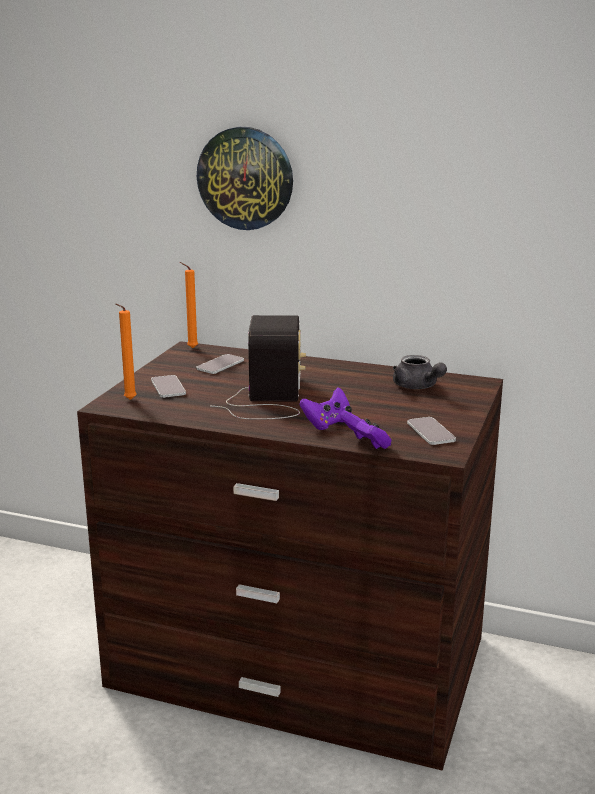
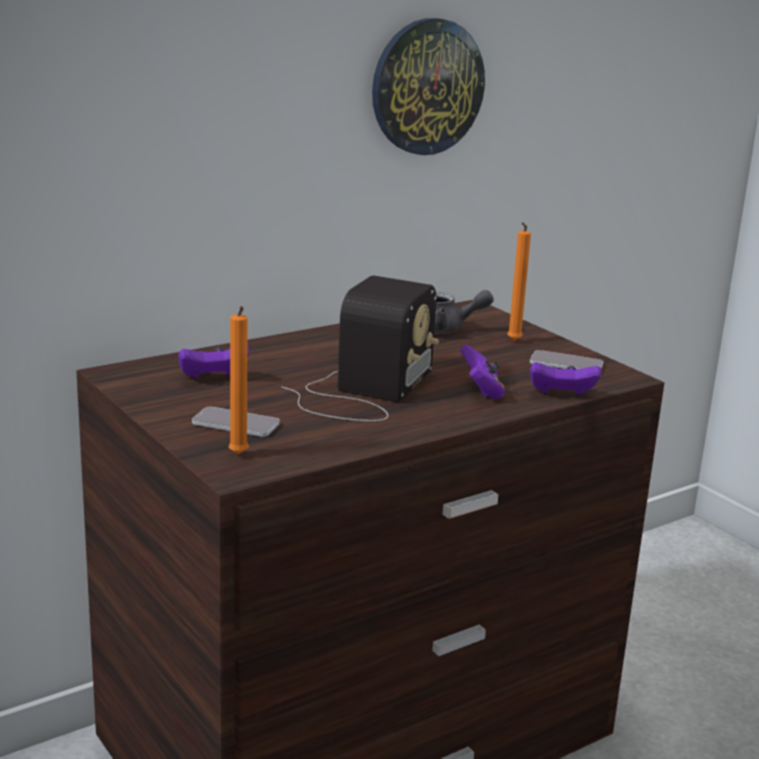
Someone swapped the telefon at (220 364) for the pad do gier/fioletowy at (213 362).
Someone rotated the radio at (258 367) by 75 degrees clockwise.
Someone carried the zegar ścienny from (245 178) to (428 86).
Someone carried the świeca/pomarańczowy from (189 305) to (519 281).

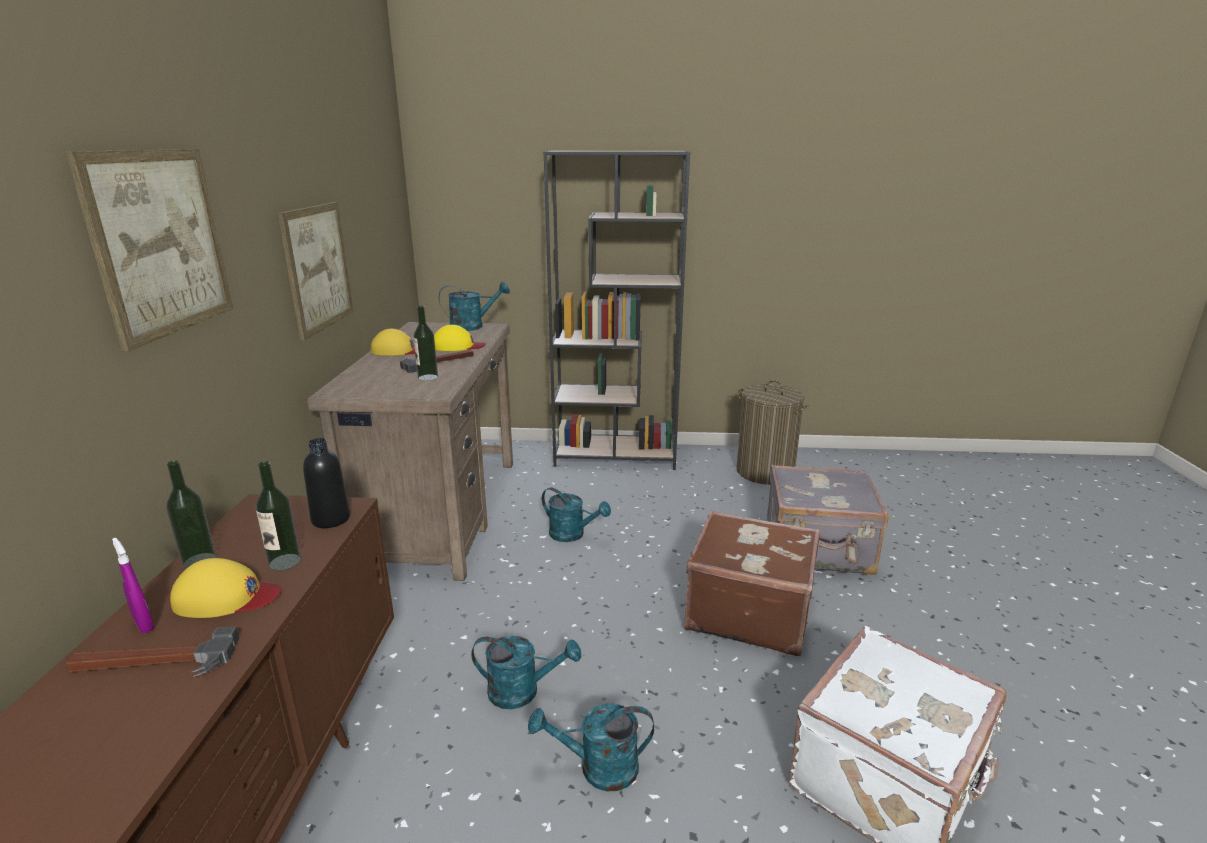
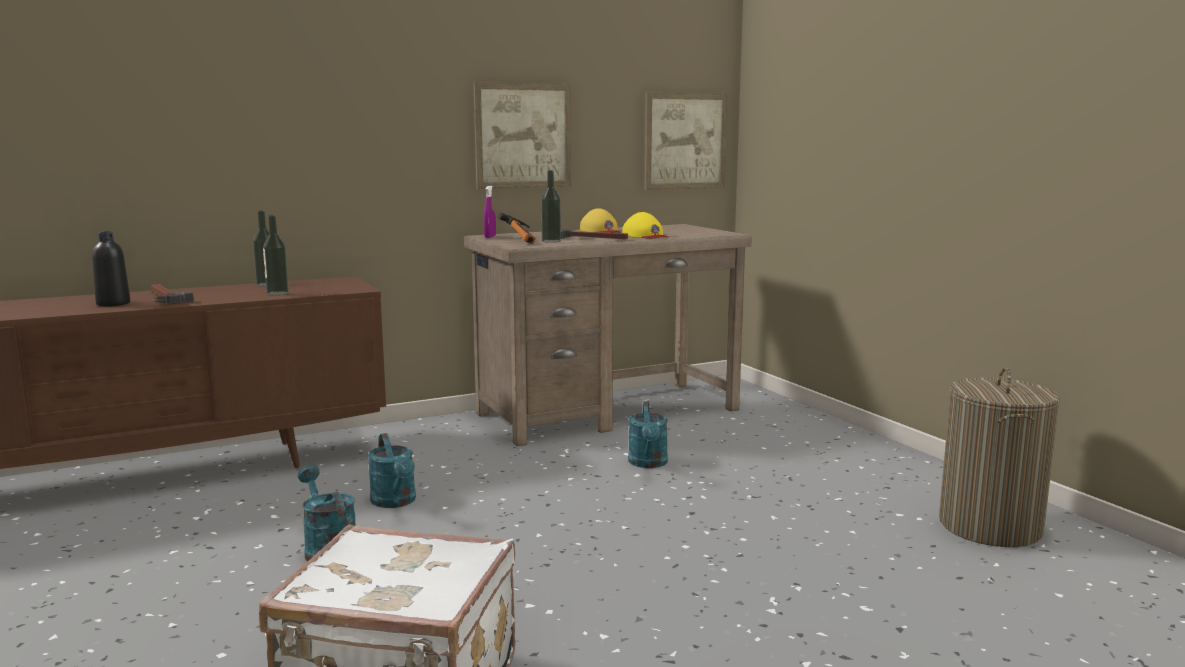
Someone carried the butelka/czarny from (326 483) to (111 269).
Someone carried the spryskiwacz/fioletowy from (133 585) to (490 212).
Someone put down the młotek at (517 228).
Someone carried the obraz from (149 250) to (685 141).
Someone took away the czapka z daszkiem/żółty at (226 588).
Someone took away the konewka/turkusowy at (474 306).
Someone took away the regał at (617 310).
Someone took away the walizka/brązowy at (752 583).
Someone took away the walizka/szary at (828 520).

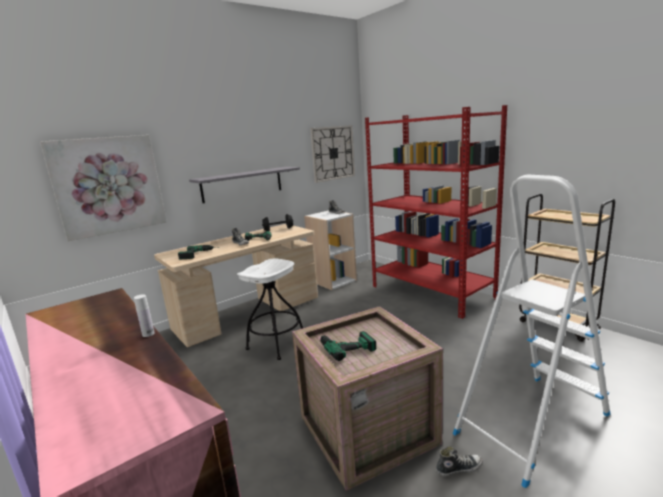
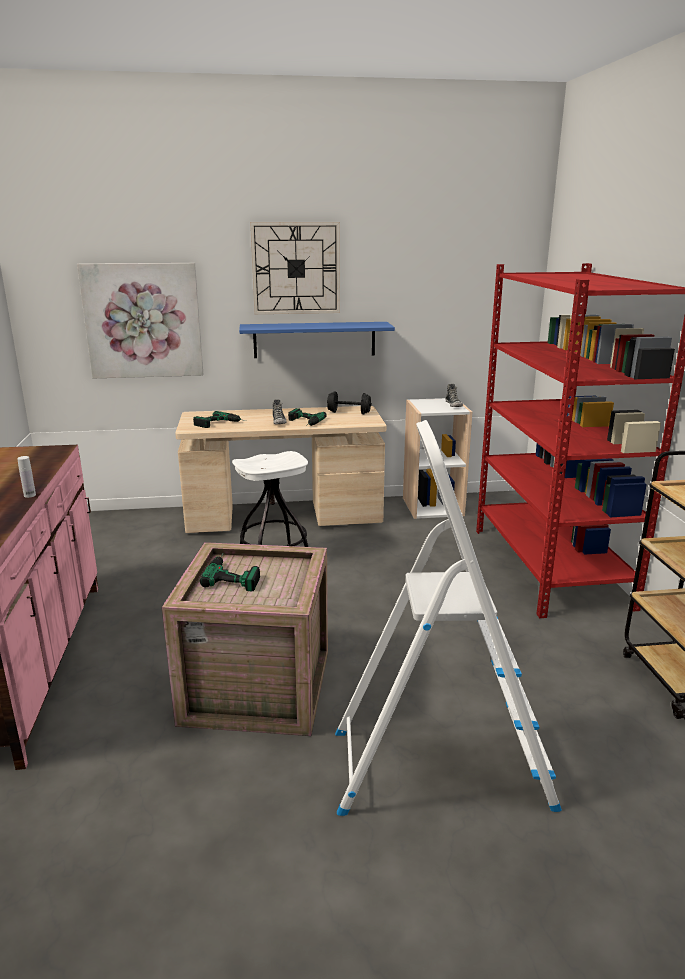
Someone repainted the półka/szary at (244 185), which became the półka/niebieski at (317 340).
Someone carried the zegar ścienny from (332 154) to (295 268).
Someone took away the but at (459 461).

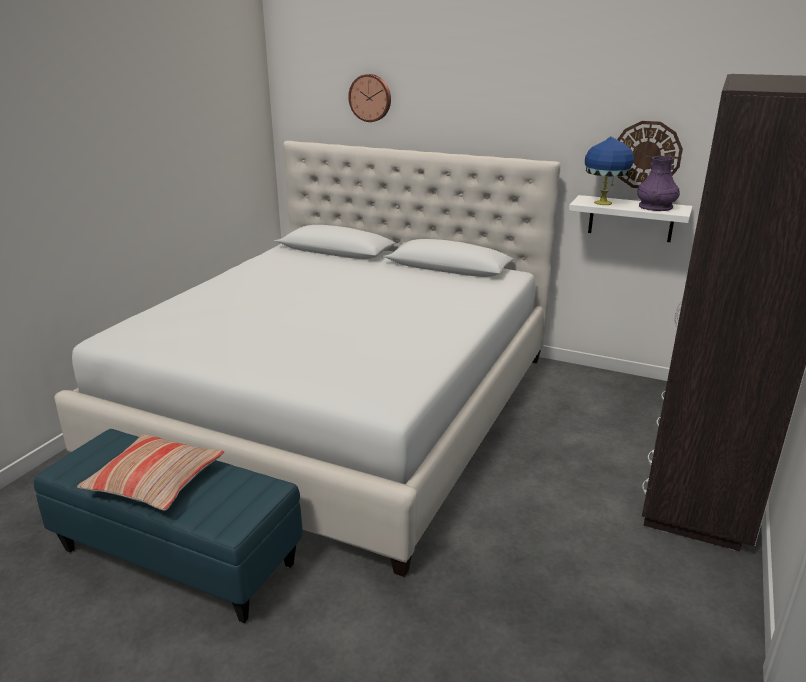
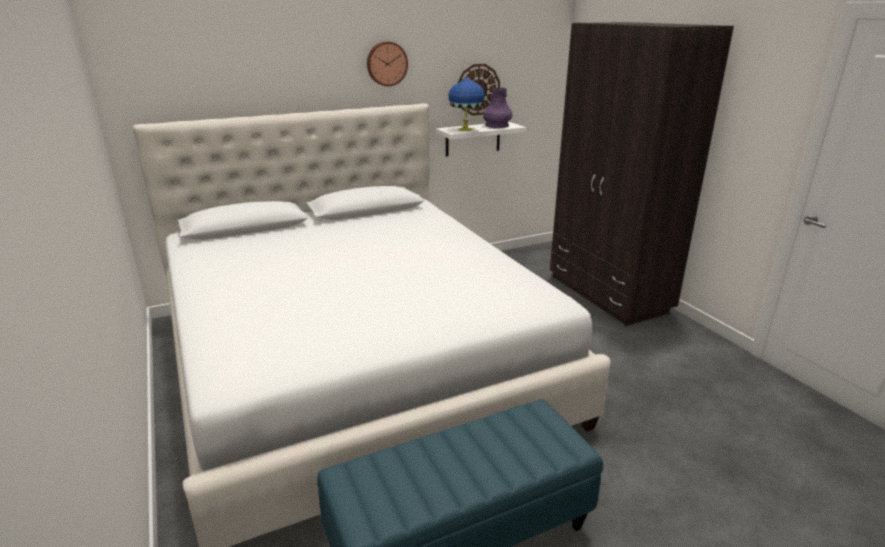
Someone carried the zegar ścienny from (369 98) to (387 63).
Someone took away the poduszka at (150 472).

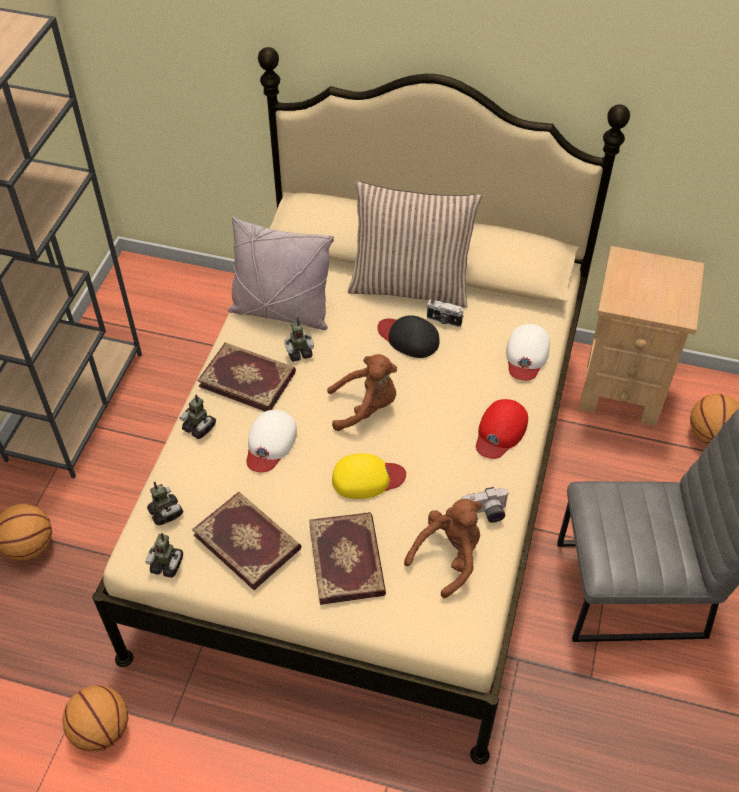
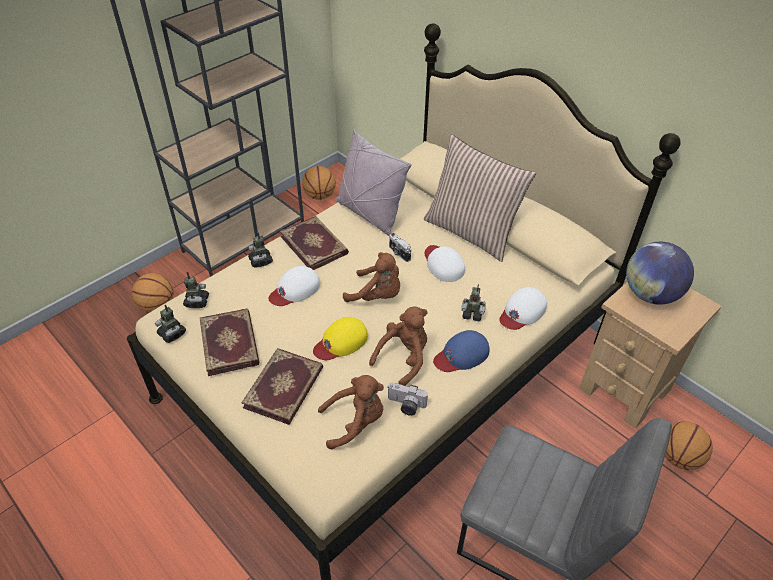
Someone carried the piłka do koszykówki from (95 718) to (319 183).
Someone rotated the czapka z daszkiem/żółty at (369 476) by 120 degrees clockwise.
Someone put down the pluszak/brązowy at (398 346).
Someone carried the aparat fotograficzny from (445 313) to (400 247).
Someone repainted the czapka z daszkiem/czarny at (408 336), which became the czapka z daszkiem/biały at (445 263).
Someone repainted the czapka z daszkiem/czerwony at (502 429), which became the czapka z daszkiem/niebieski at (461 351).
Someone carried the robot zabawkowy from (299 339) to (473 302).
Someone put down the globus at (660 273).

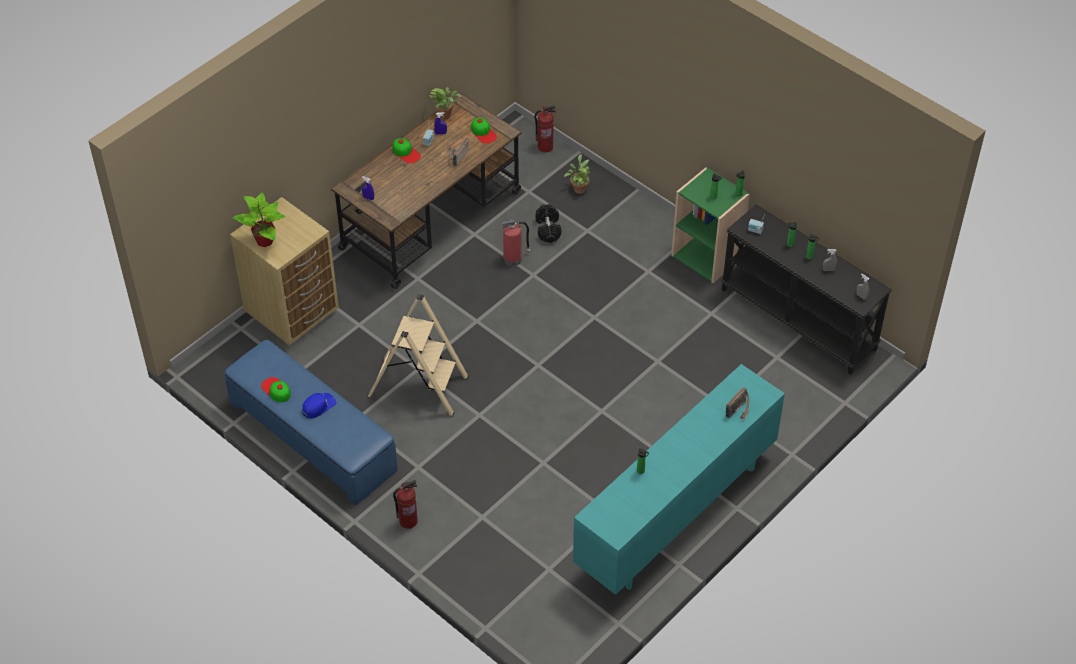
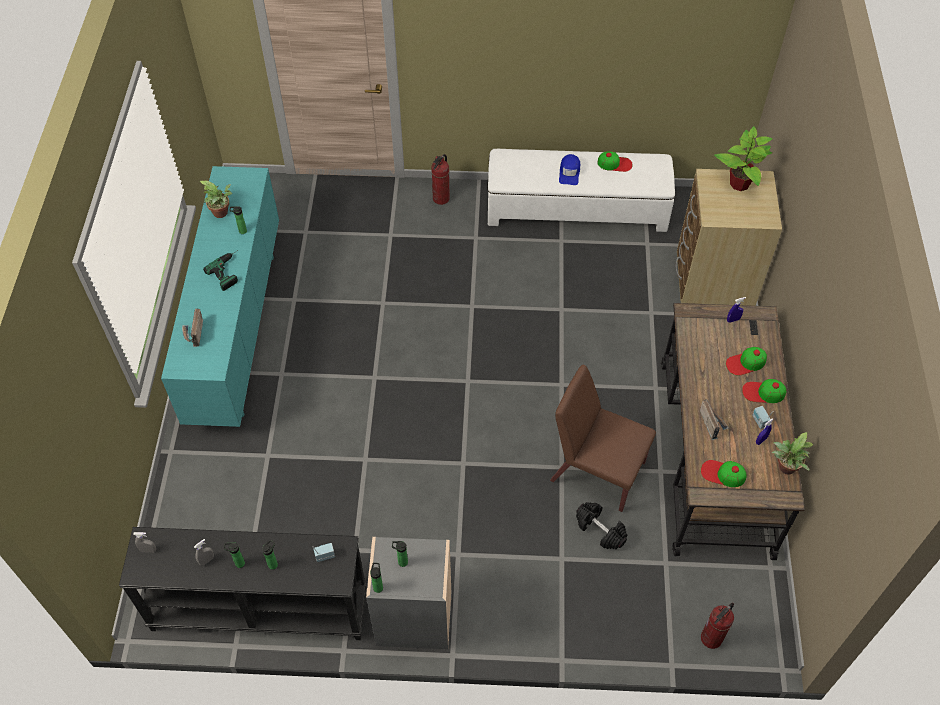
Someone carried the roślina doniczkowa from (577 174) to (215 199).
Someone put down the wiertarka at (220 270).
Someone repainted the regał/zielony at (710 225), which became the regał/szary at (408 593).
Someone repainted the ławka/niebieski at (311 422), which became the ławka/biały at (581 190).
Someone swapped the gaśnica at (515 243) for the krzesło/brązowy at (603 438).
Someone put down the czapka z daszkiem at (746 361).
Someone took away the drabinka/beżowy at (418 355).

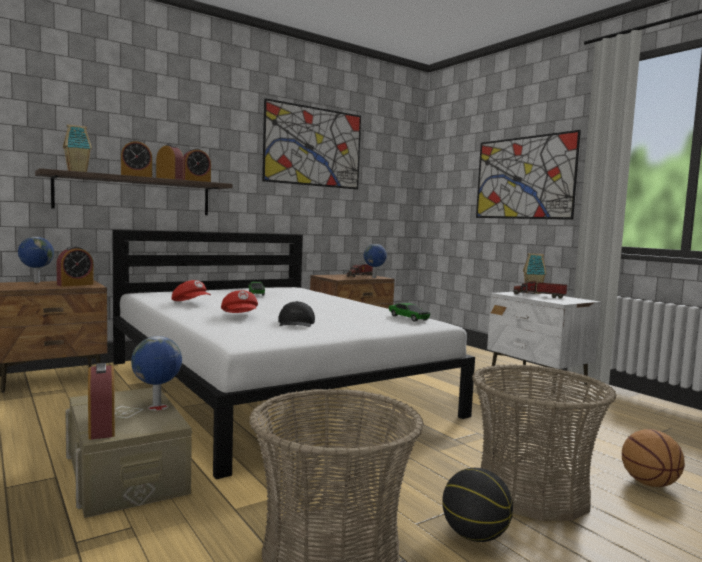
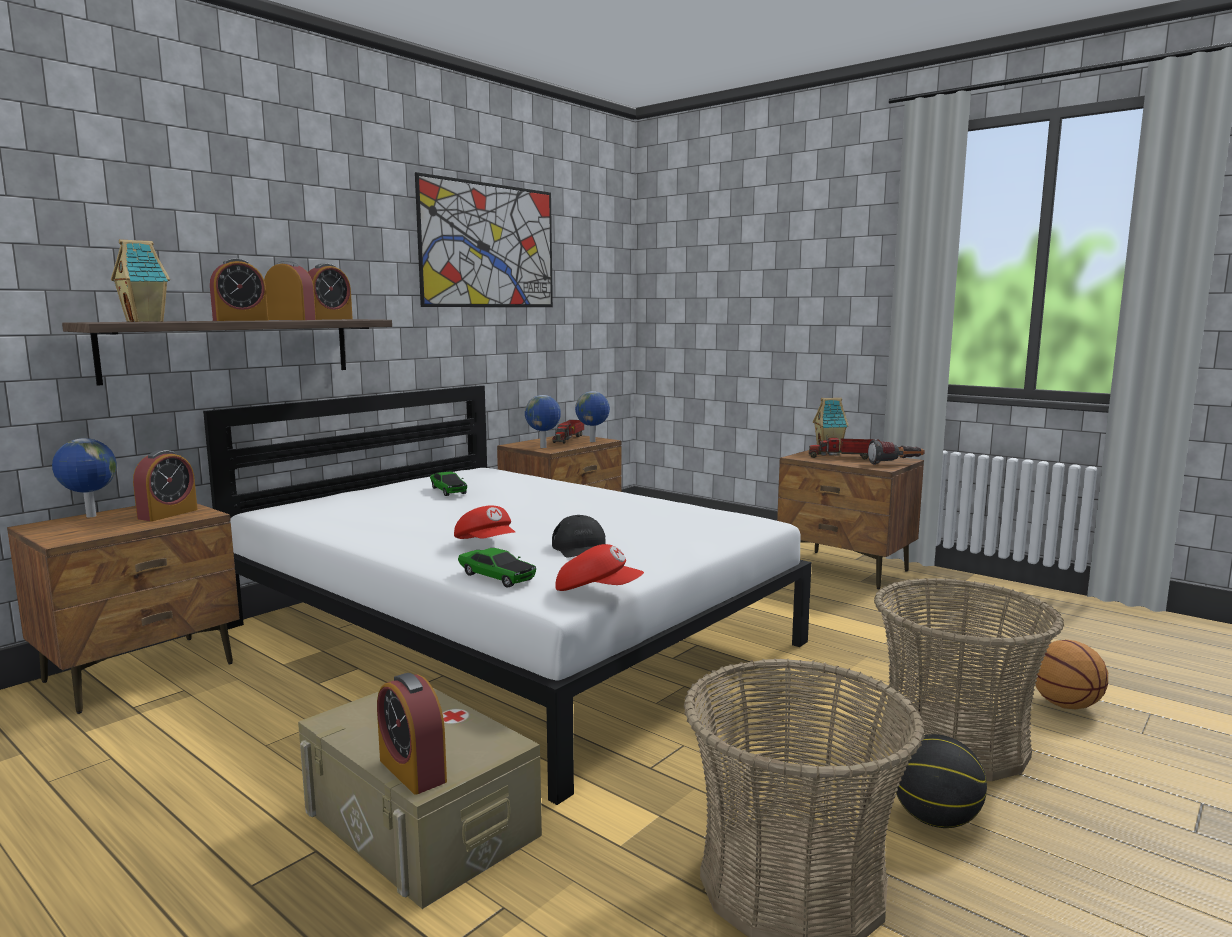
Someone carried the samochodzik from (409 312) to (497 568).
Someone carried the globus from (156 371) to (543 421).
Someone carried the czapka z daszkiem/czerwony from (191 290) to (600 567).
Someone repainted the szafka nocna/biały at (544 342), which became the szafka nocna/brązowy at (850 519).
Someone put down the latarka at (896 452).
Someone took away the obraz at (528 175).

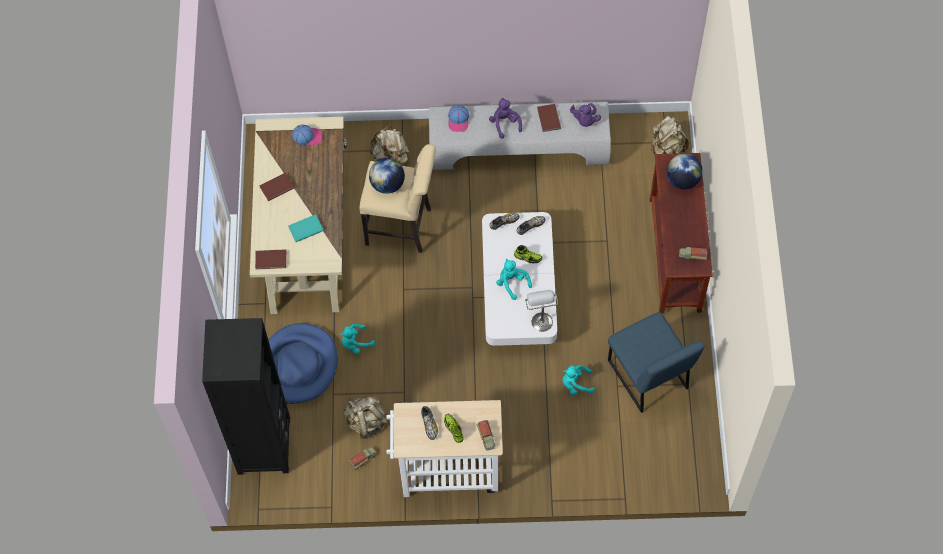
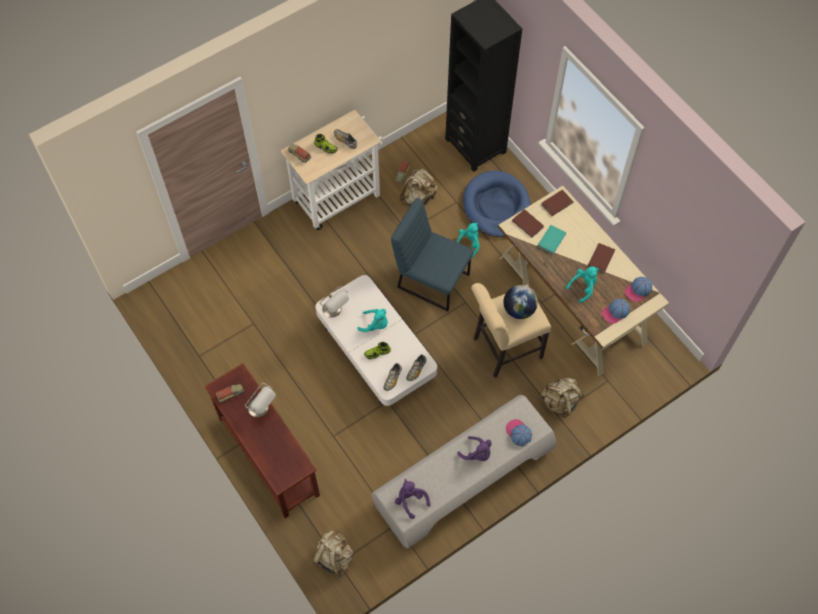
Someone put down the lampa stołowa/biały at (260 399).
Someone carried the krzesło/niebieski from (656 362) to (432 254).
Someone carried the książka/brązowy from (549 118) to (528 223).
Someone carried the pluszak/turkusowy from (579 380) to (582 284).
Someone put down the czapka z daszkiem at (638 289).
Someone took away the globus at (685 171).

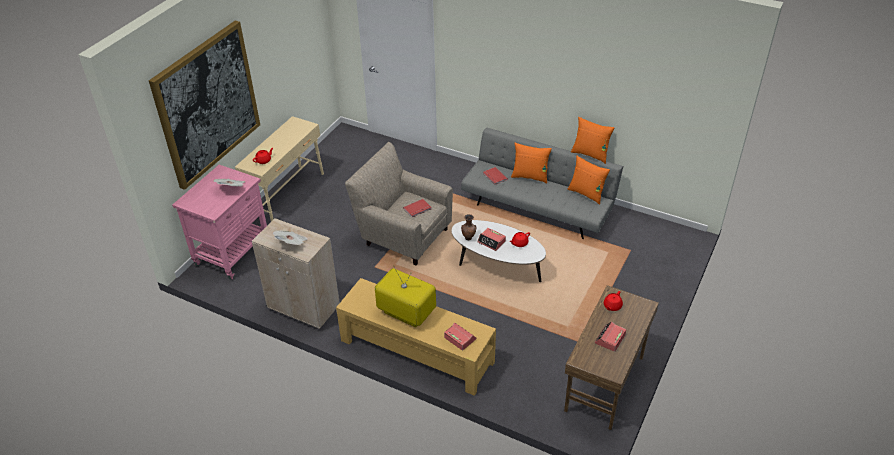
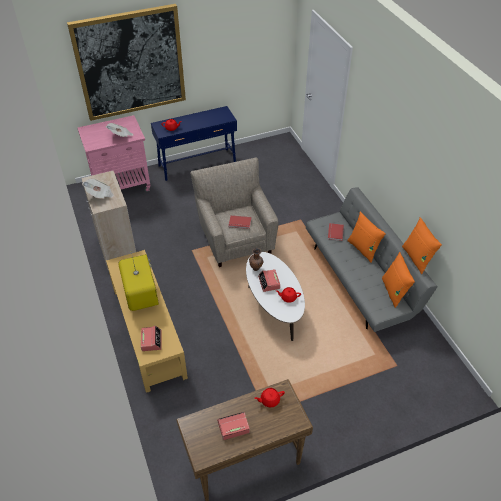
Someone repainted the stolik konsolowy/beżowy at (279 168), which became the stolik konsolowy/niebieski at (194 143).

